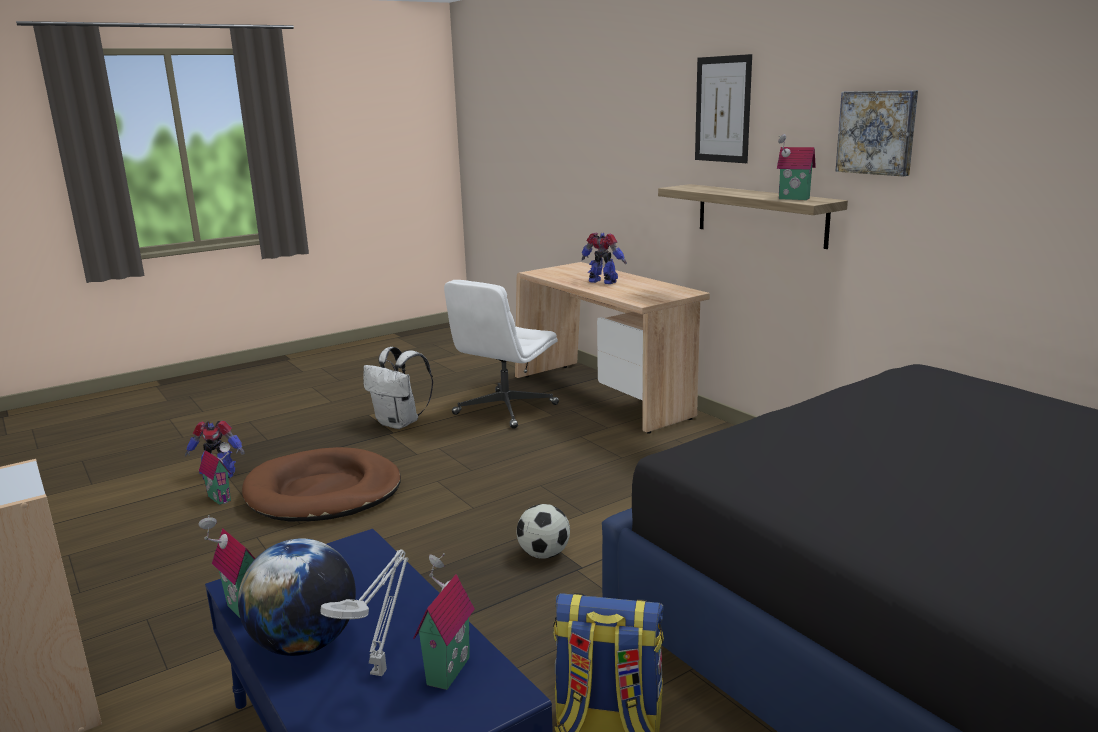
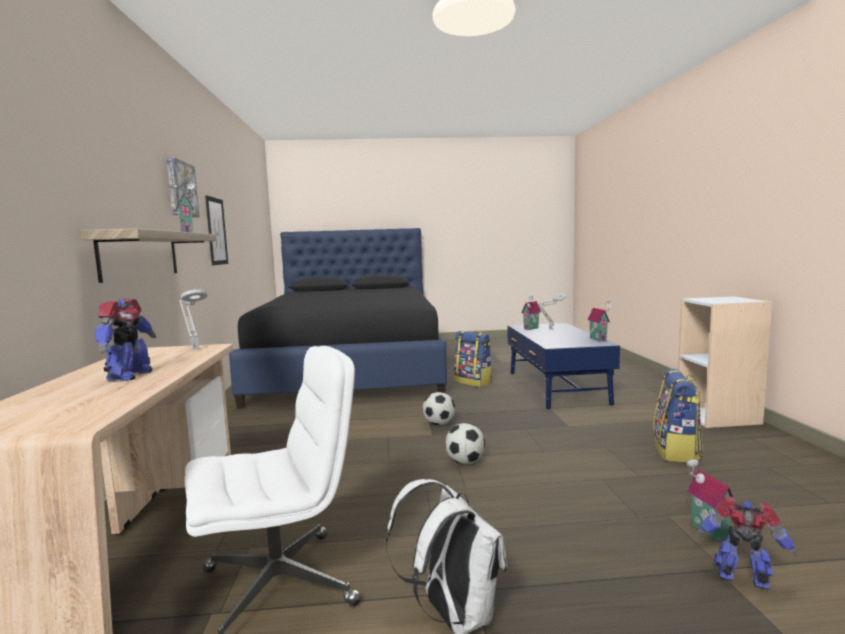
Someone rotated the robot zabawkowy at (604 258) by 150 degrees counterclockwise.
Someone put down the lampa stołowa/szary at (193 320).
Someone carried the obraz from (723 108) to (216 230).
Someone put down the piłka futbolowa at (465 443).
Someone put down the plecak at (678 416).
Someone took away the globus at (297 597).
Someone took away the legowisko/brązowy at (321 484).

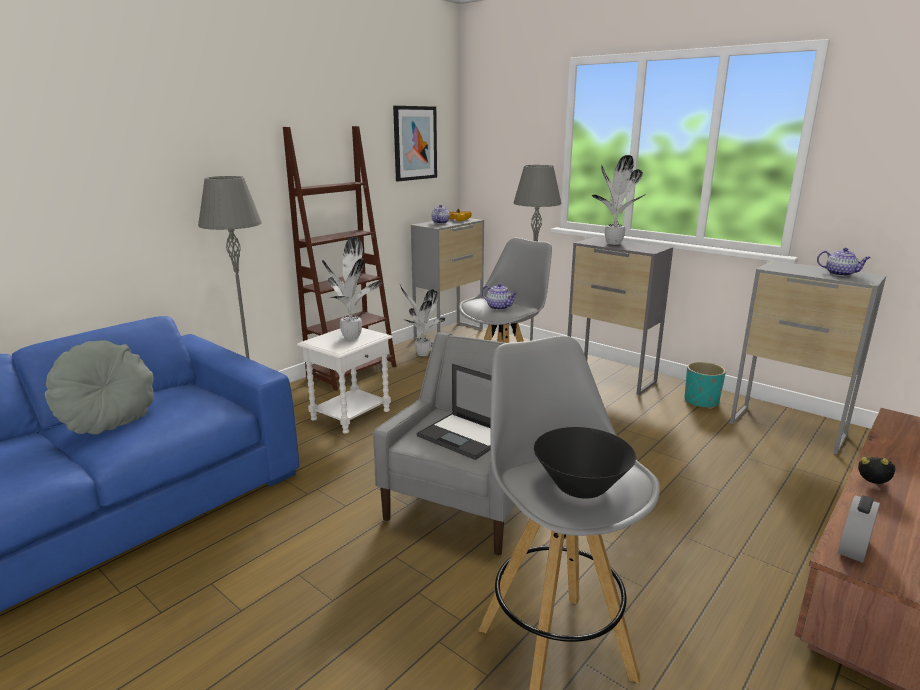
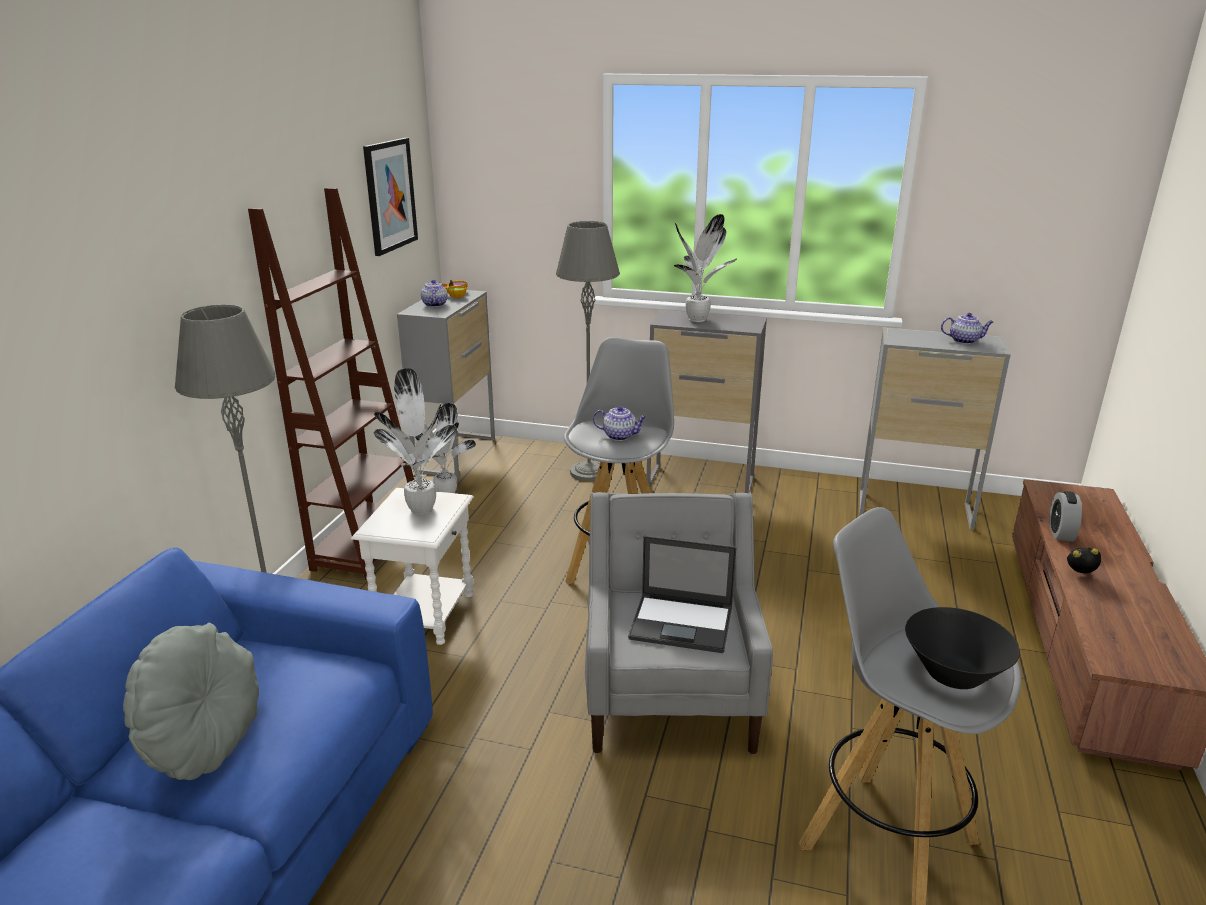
Someone carried the budzik from (859 529) to (1065 516).
Someone took away the donica/turkusowy at (705 385).

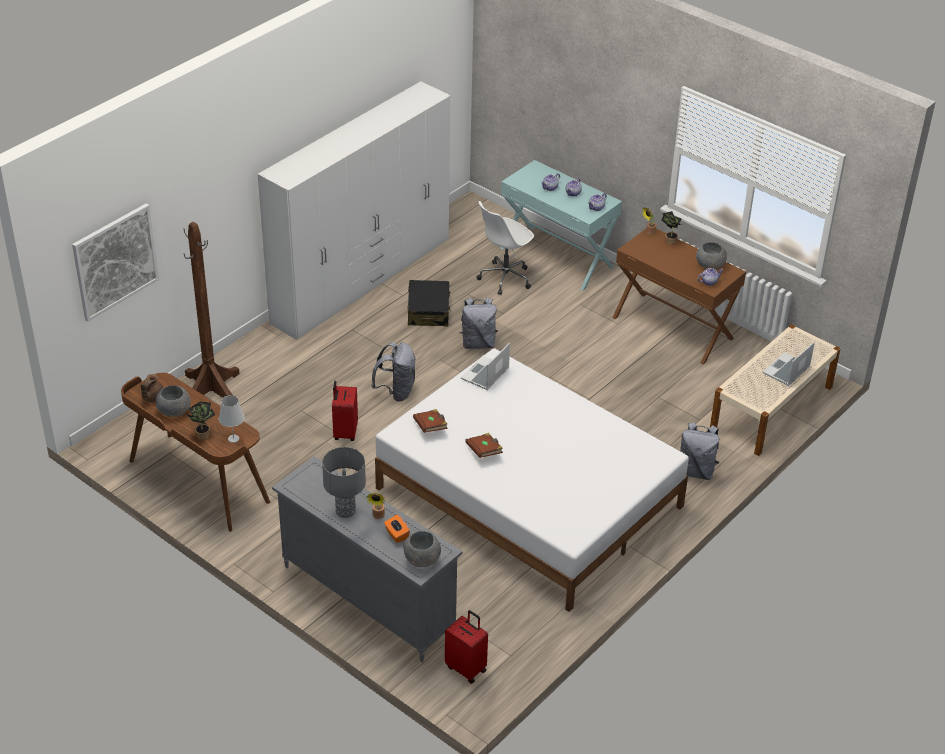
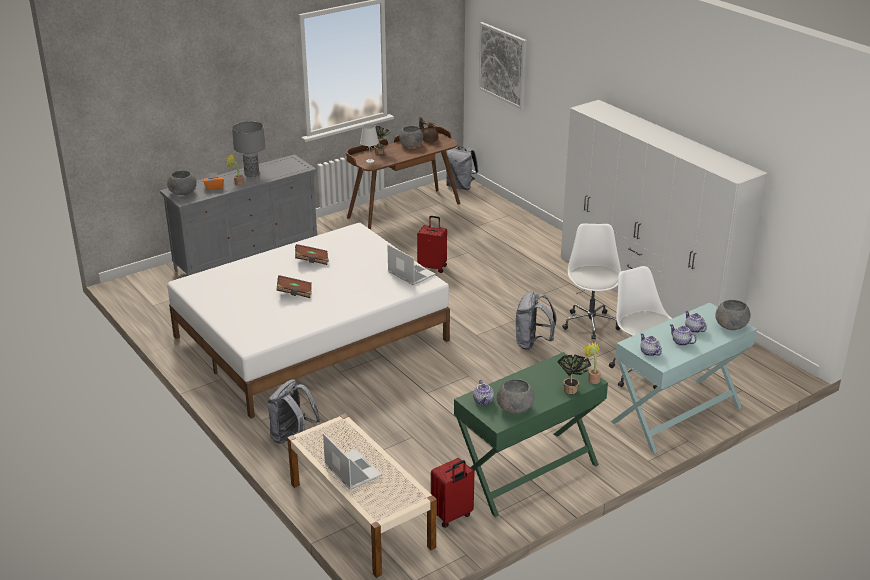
Someone carried the książka/brązowy from (430 421) to (294 286).
Someone carried the walizka/czerwony from (466 647) to (453 493).
Someone carried the plecak/szary from (393 372) to (462 168).
Someone repainted the biurko/brązowy at (679 296), which became the biurko/zielony at (531 434).
Someone swapped the walizka/czarny at (429 303) for the krzesło biurowe/biały at (591 281).
Someone put down the miska/szary at (733 315).
Someone took away the wieszak/brązowy at (211 310).

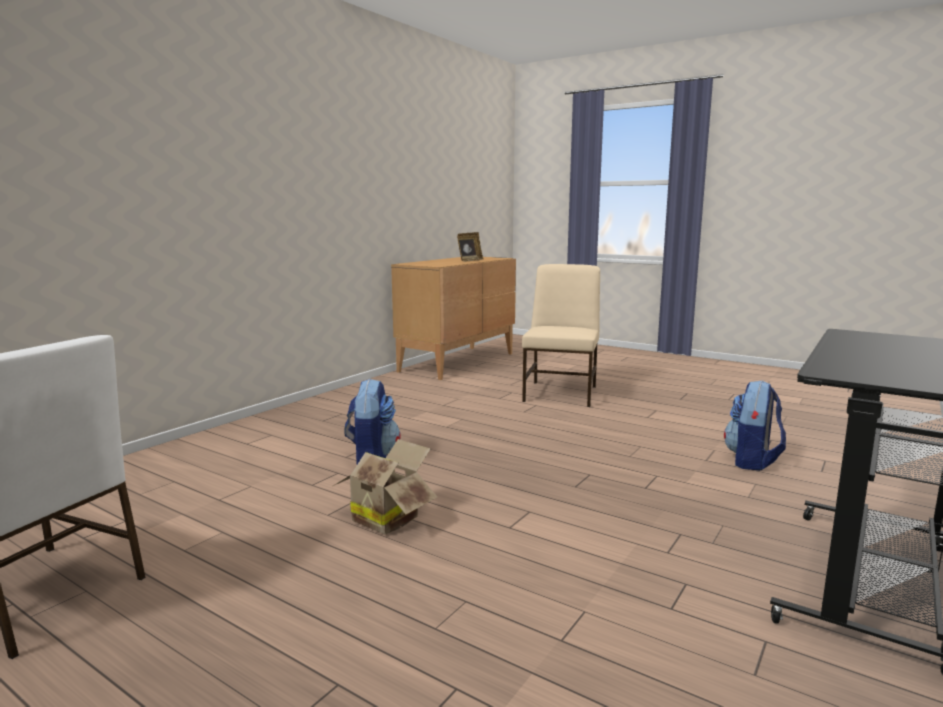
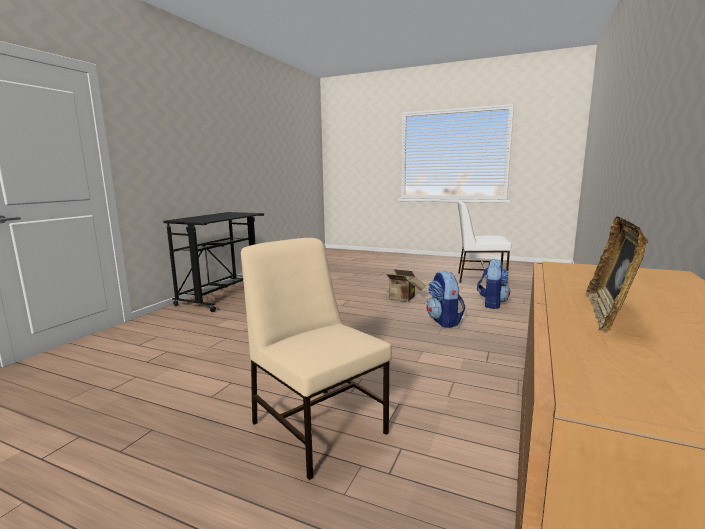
Someone rotated the krzesło/beżowy at (561 335) by 135 degrees clockwise.
Someone carried the plecak from (755 425) to (493 284).

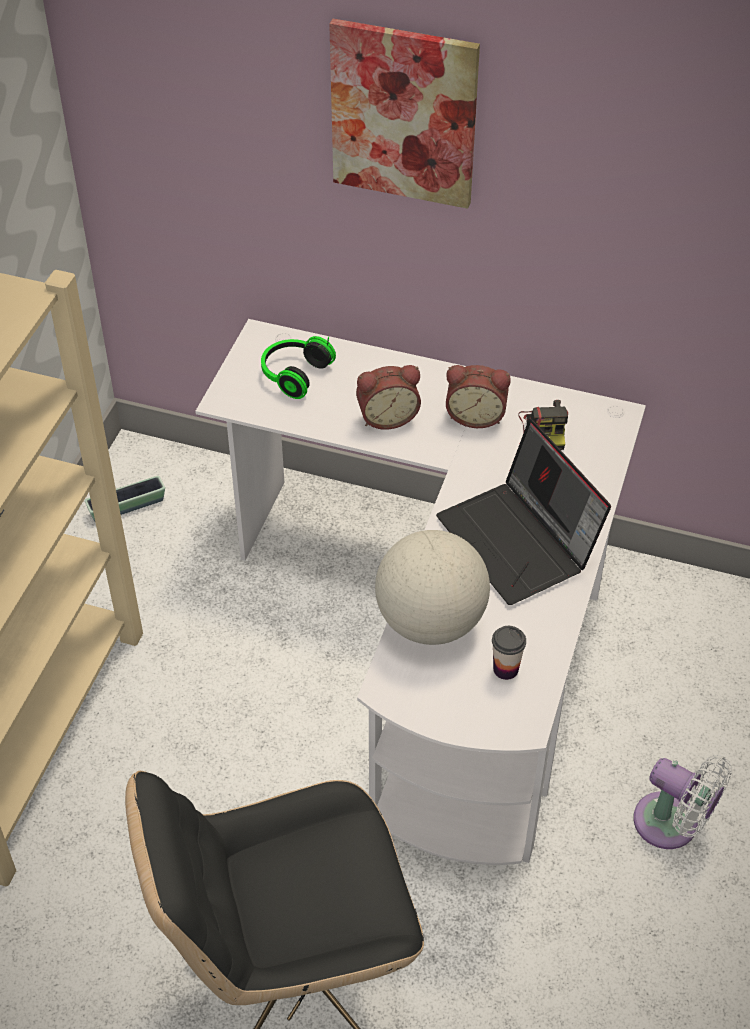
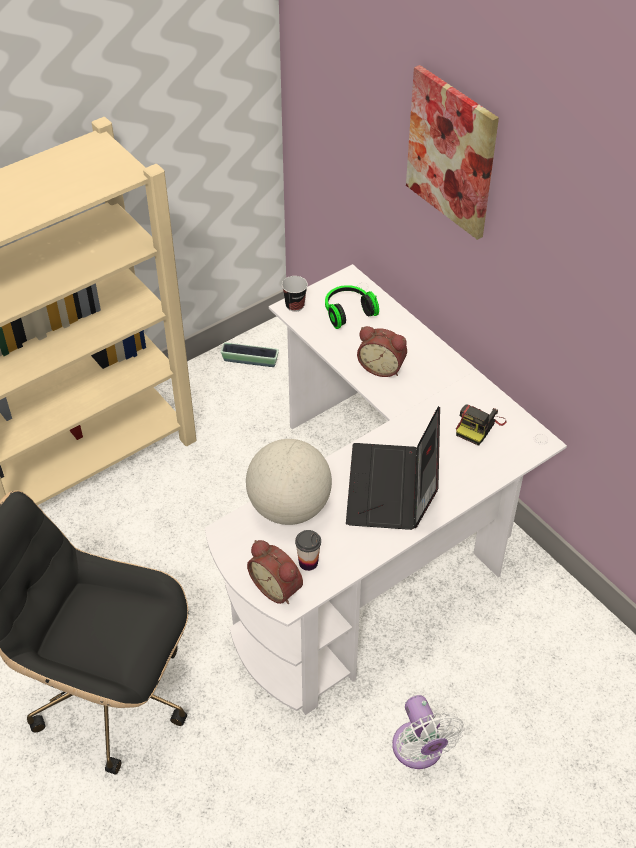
Someone carried the budzik from (478 396) to (275 572).
Someone put down the filiżanka at (295 294).

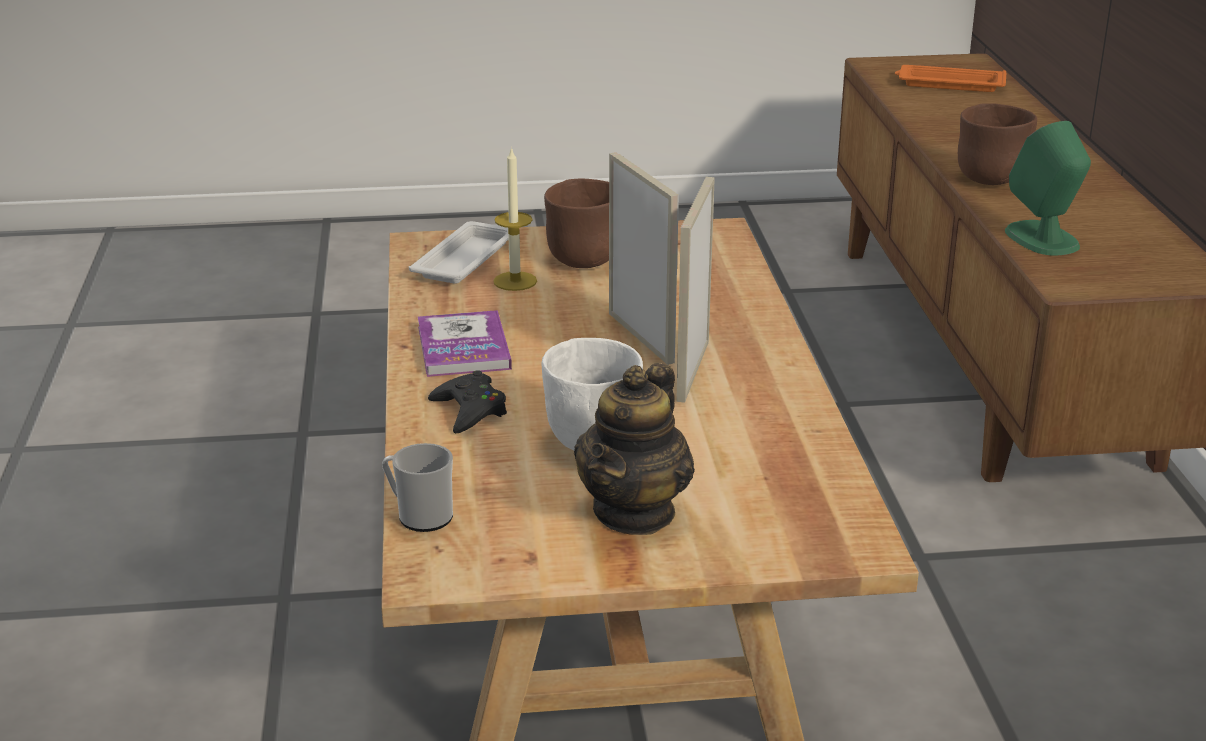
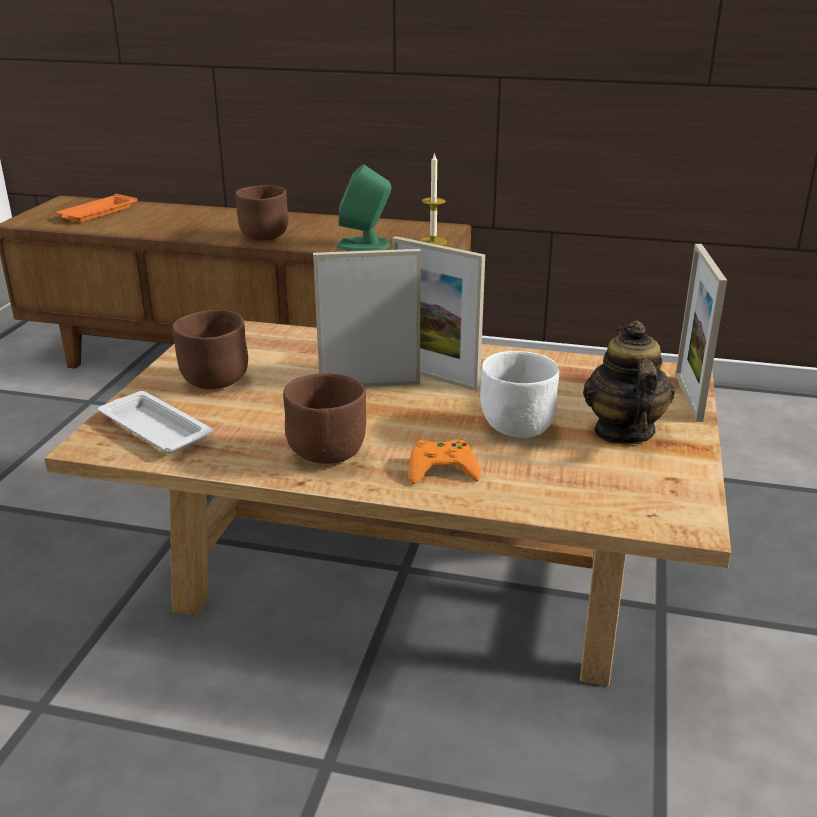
Someone swapped the książka at (465 343) for the miska/brązowy at (324 418).
Someone repainted the pad do gier/czarny at (467 401), which became the pad do gier/pomarańczowy at (444 461).
Someone carried the świeca from (515 218) to (433 198).
Someone rotated the imbryk at (634 449) by 135 degrees counterclockwise.
Someone put down the ramka na zdjęcie at (701 333).
Someone took away the kubek at (417 487).

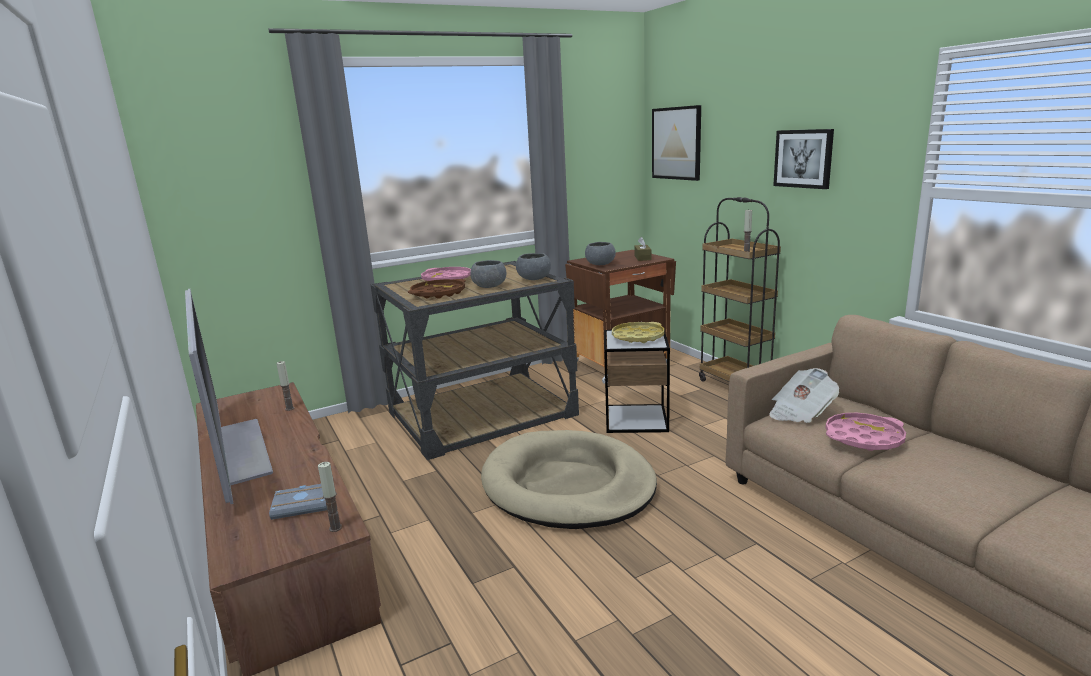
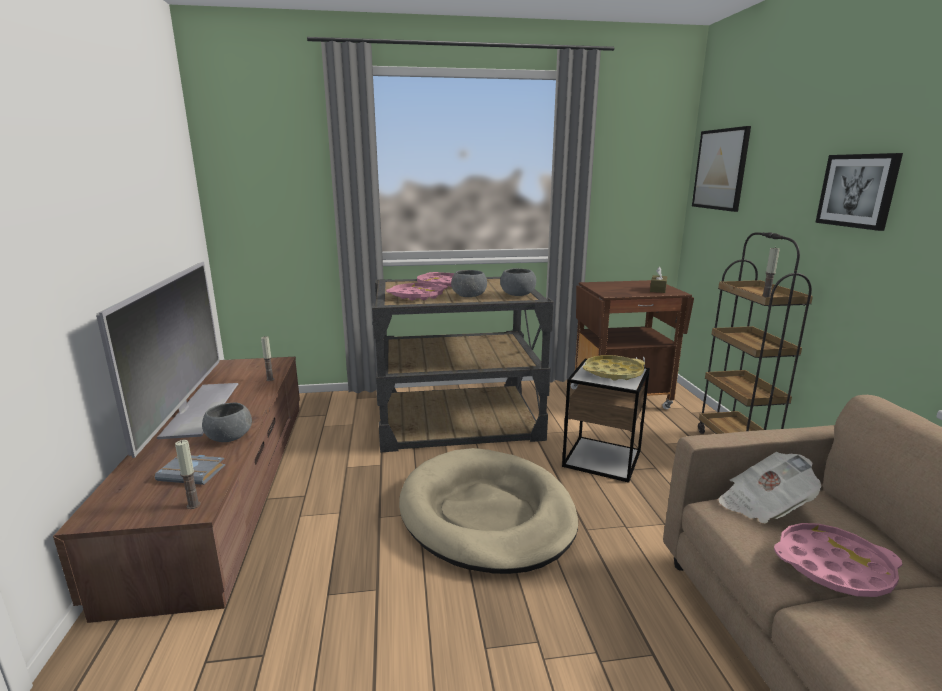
Someone carried the miska/szary from (600 253) to (227 422).
Someone repainted the taca/brązowy at (437 289), which became the taca/różowy at (417 292).

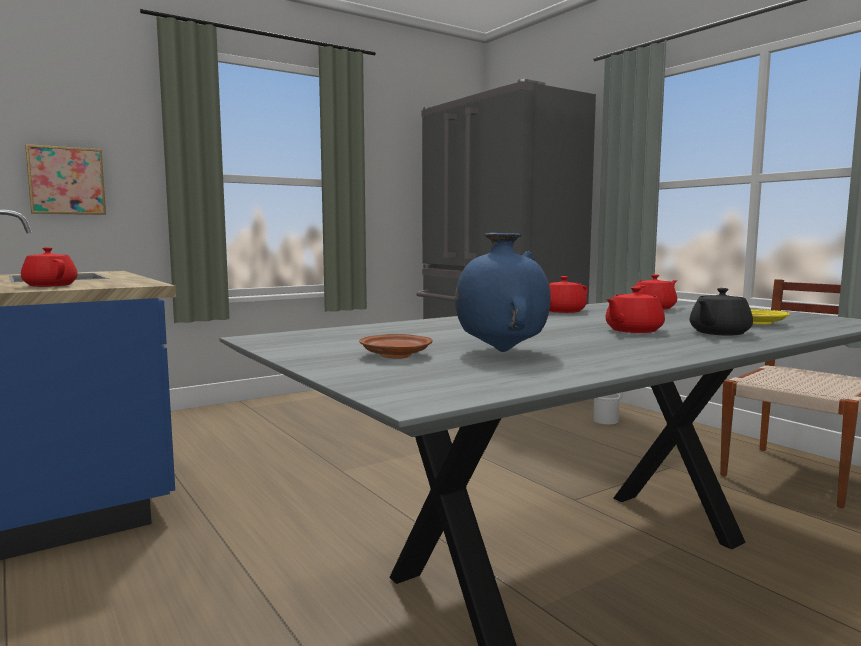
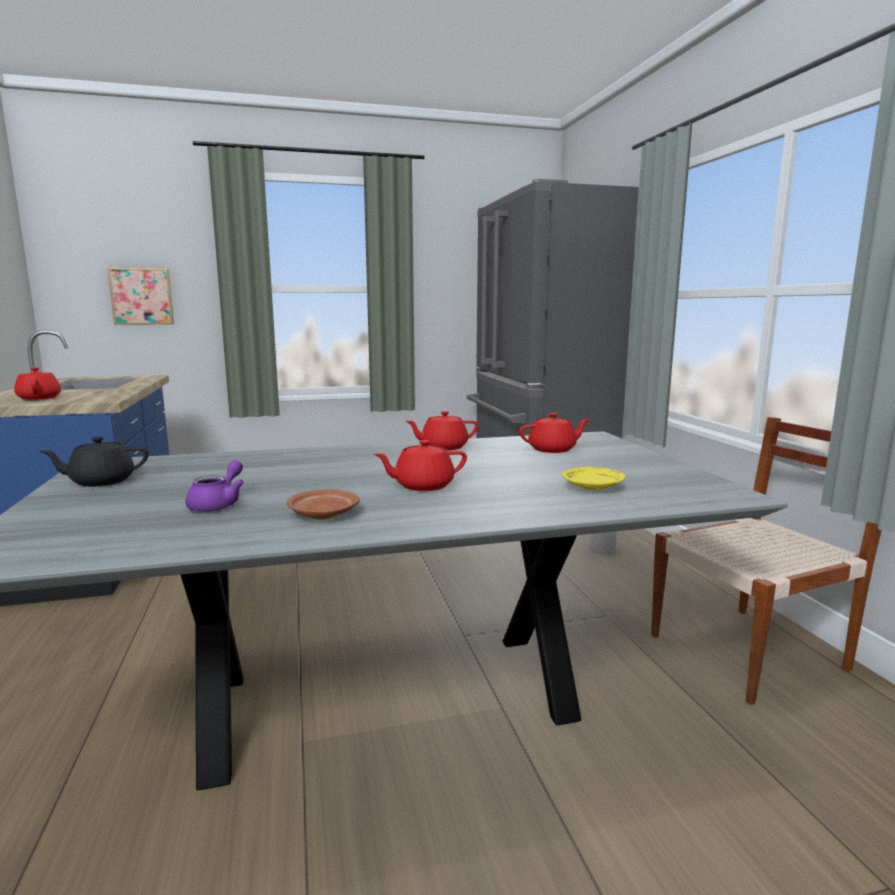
Someone carried the imbryk/czarny from (721 312) to (94 462).
Someone swapped the wazon/niebieski at (503 292) for the imbryk/fioletowy at (214 486).
Someone carried the talerz/brązowy from (396 346) to (323 504).

